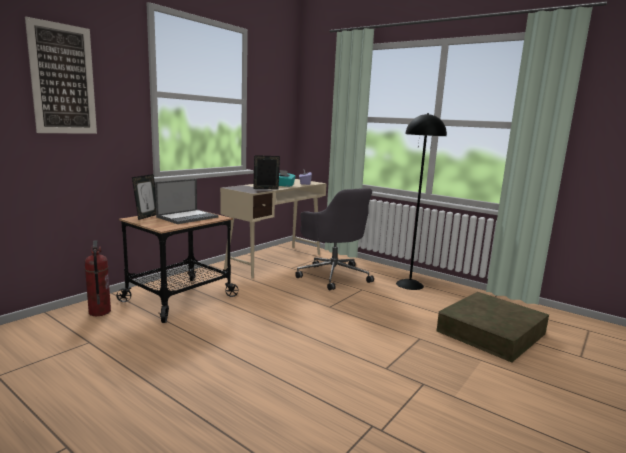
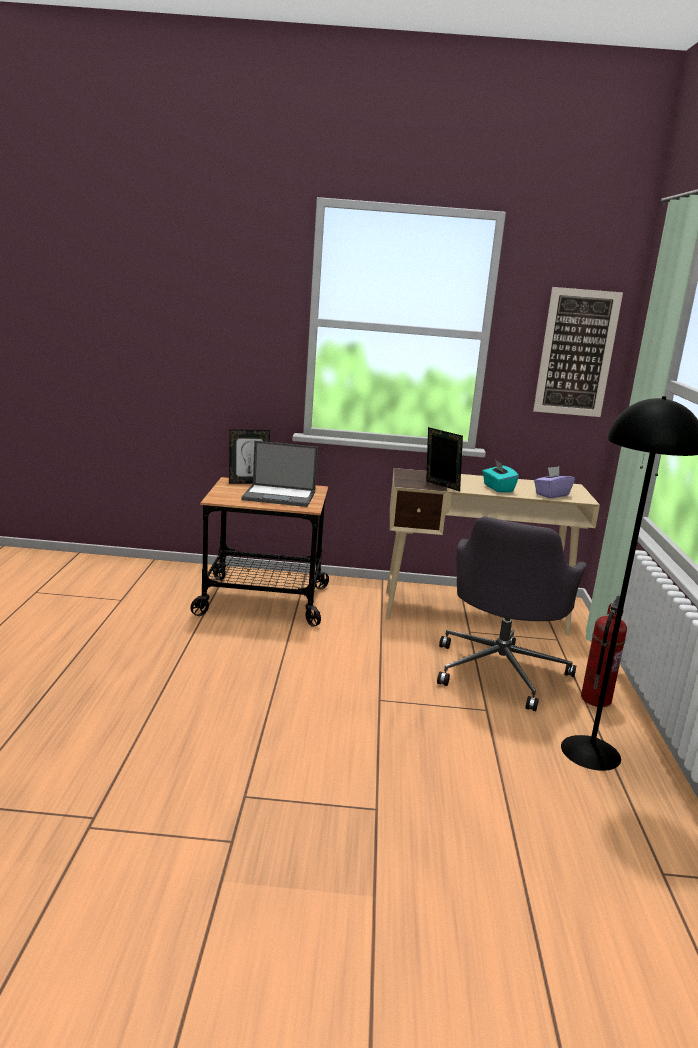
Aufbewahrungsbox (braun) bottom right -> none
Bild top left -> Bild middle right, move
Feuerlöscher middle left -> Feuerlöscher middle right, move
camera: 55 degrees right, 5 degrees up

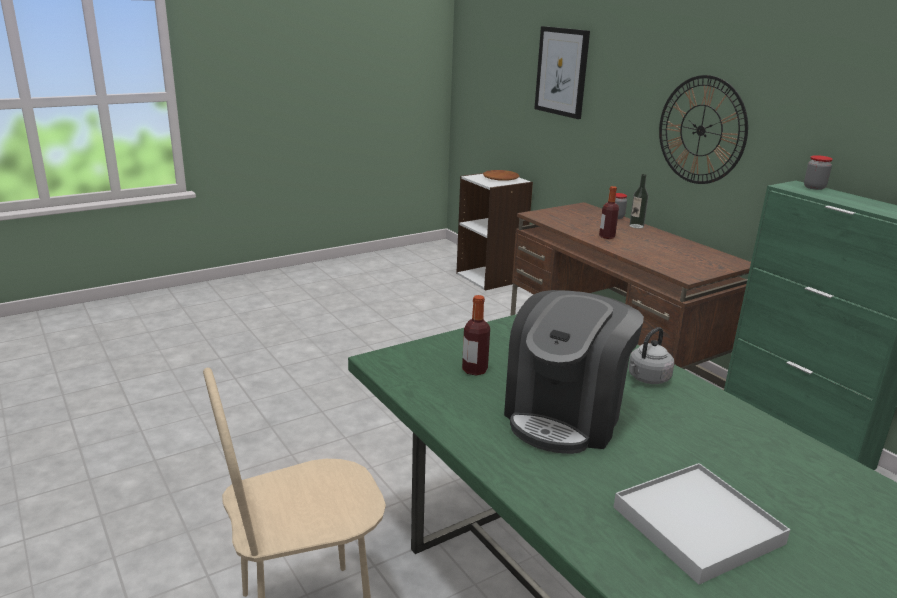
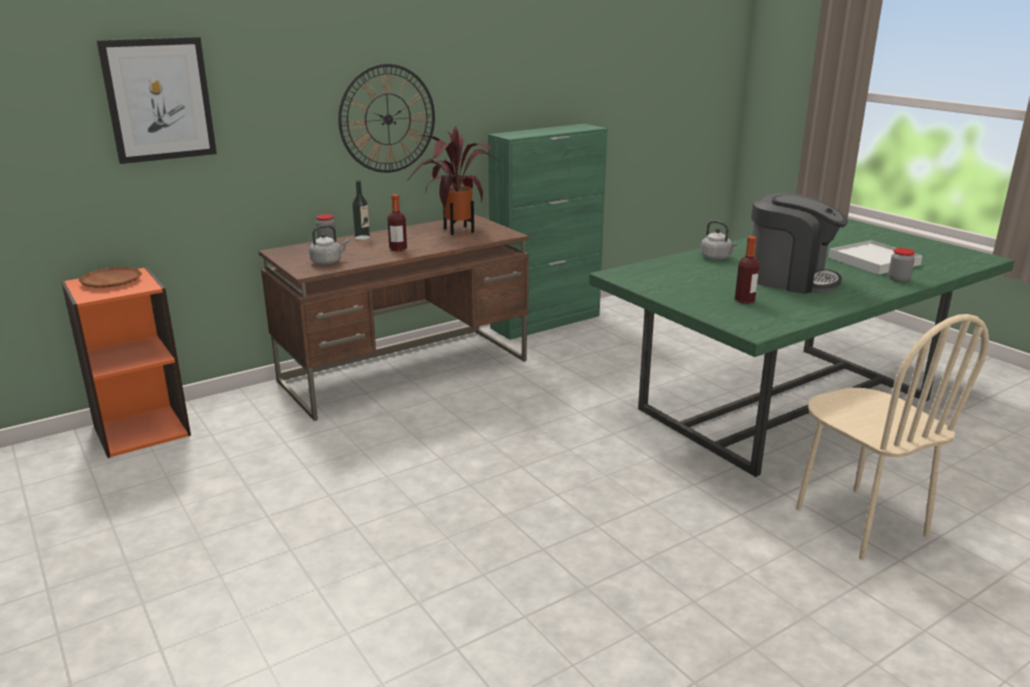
none -> Wasserkessel (grau) (1st from left) middle left
none -> Topfpflanze top centre
Vorratsglas (2nd from left) top right -> Vorratsglas (2nd from left) middle right, move
Bücherregal (weiß) centre -> Bücherregal (orange) middle left
camera: 90 degrees left, 0 degrees up

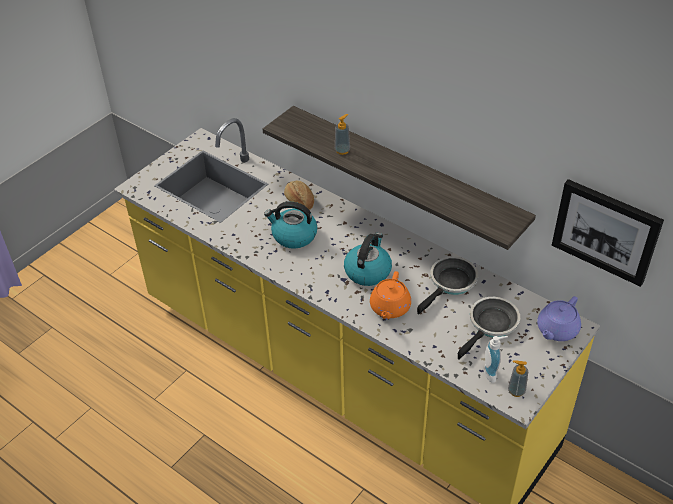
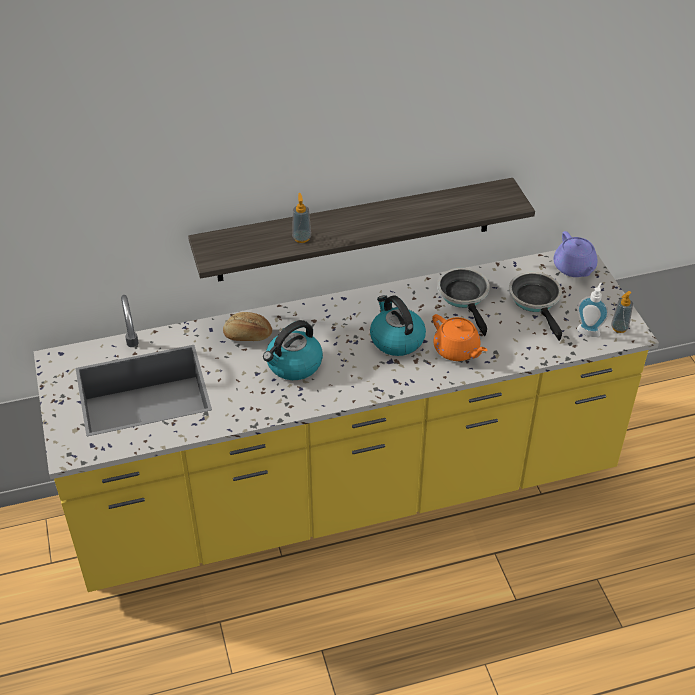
Bild middle right -> none
camera: 55 degrees left, 0 degrees up

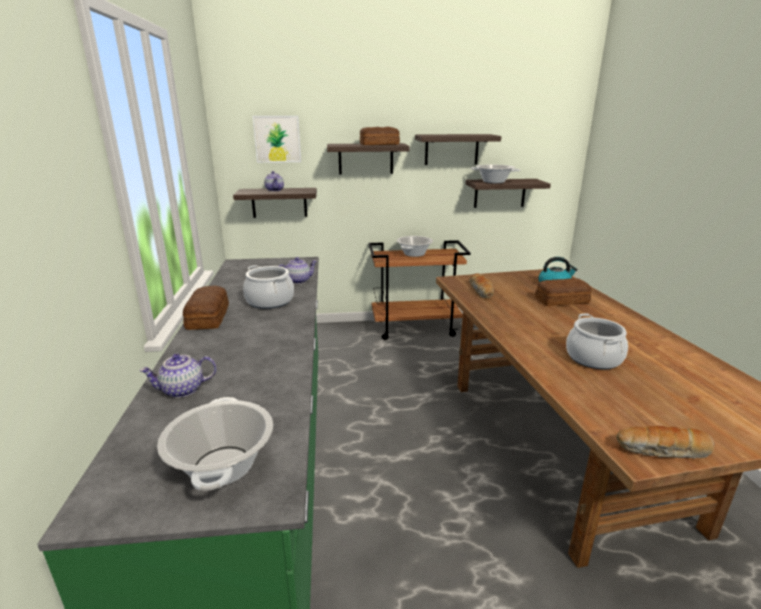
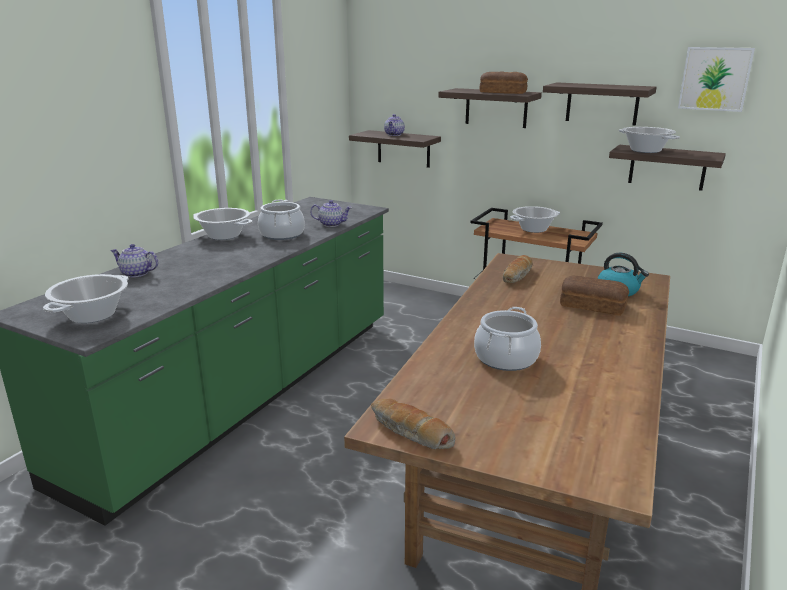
Bild top centre -> Bild top right, move
Brot (1st from left) middle left -> Kochtopf (2nd from left) middle left
camera: 35 degrees right, 0 degrees up

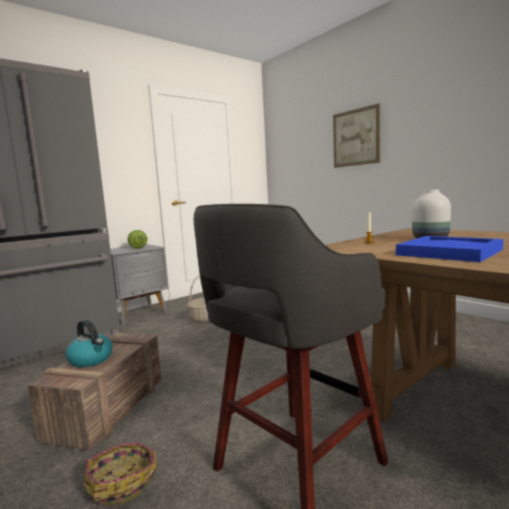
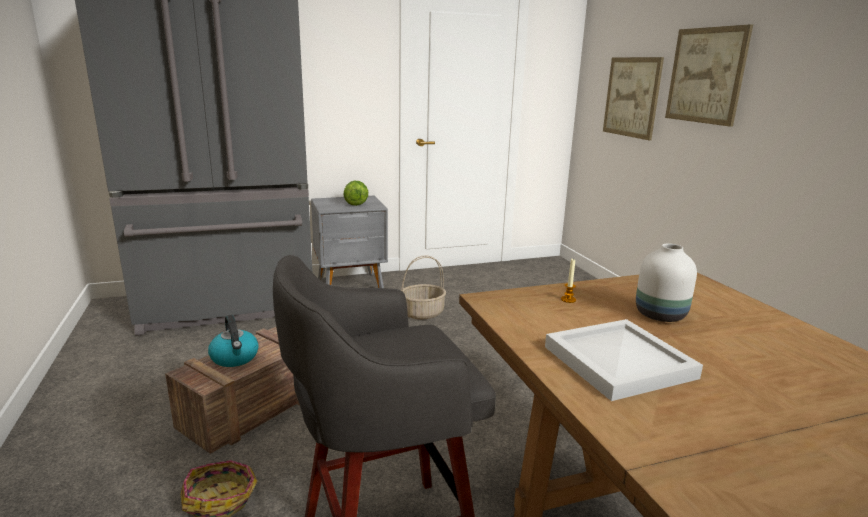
none -> Bild (1st from left) top right
Tablett (blau) middle right -> Tablett (weiß) bottom right
camera: 20 degrees right, 10 degrees up

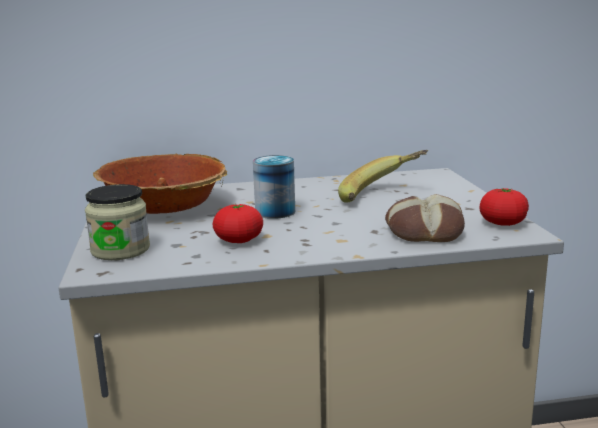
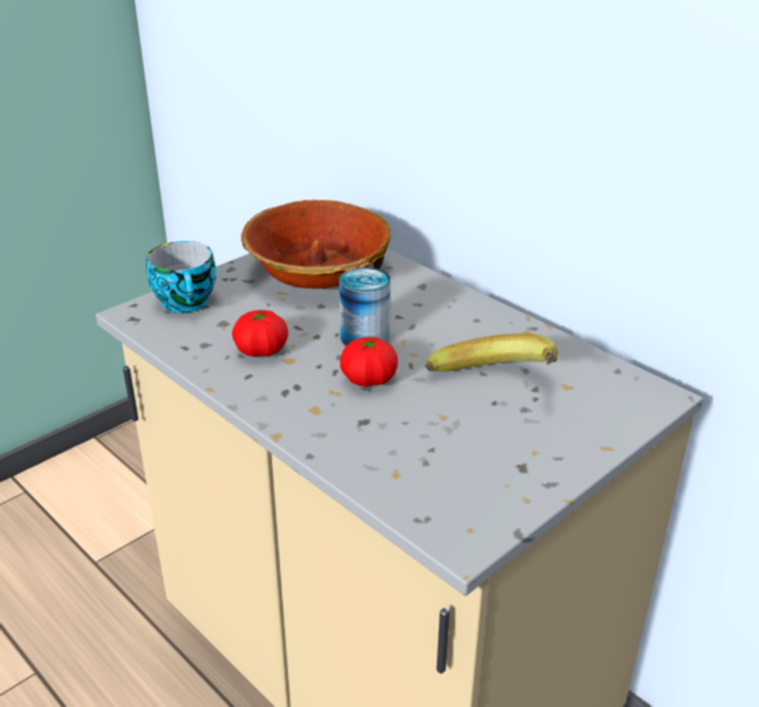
Brot middle right -> none
Tomate (2nd from left) middle right -> Tomate (2nd from left) centre, move
Vorratsglas middle left -> Tasse middle left
camera: 55 degrees right, 15 degrees up

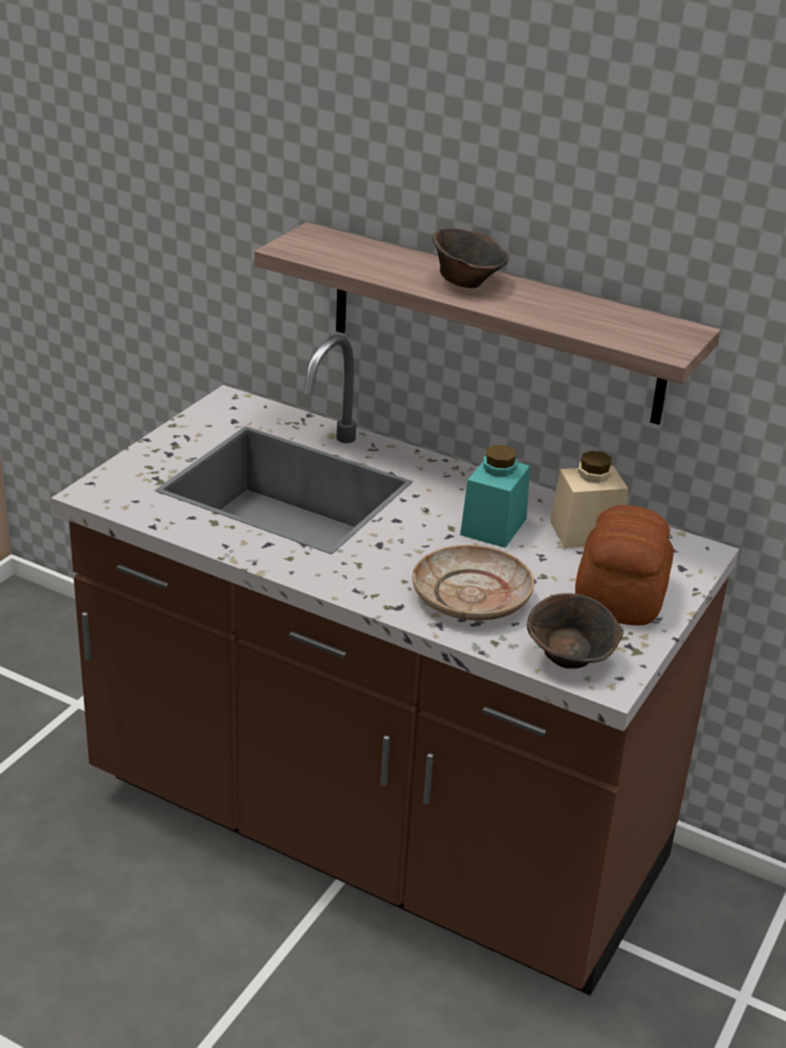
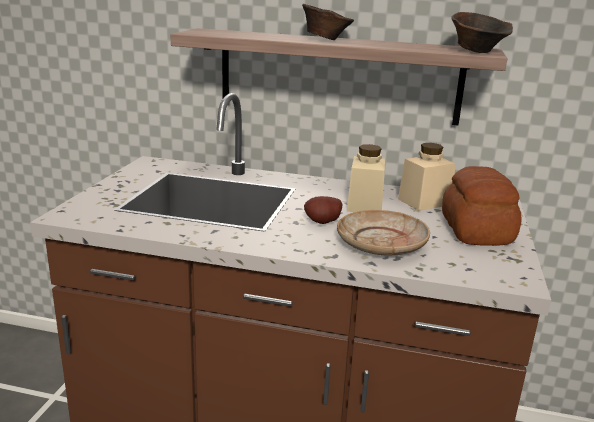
none -> Kartoffel centre
Schüssel (braun) (2nd from left) middle right -> Schüssel (braun) (2nd from left) top right, move
Vorratsglas (türkis) centre -> Vorratsglas (beige) (1st from left) centre
camera: 15 degrees left, 10 degrees down

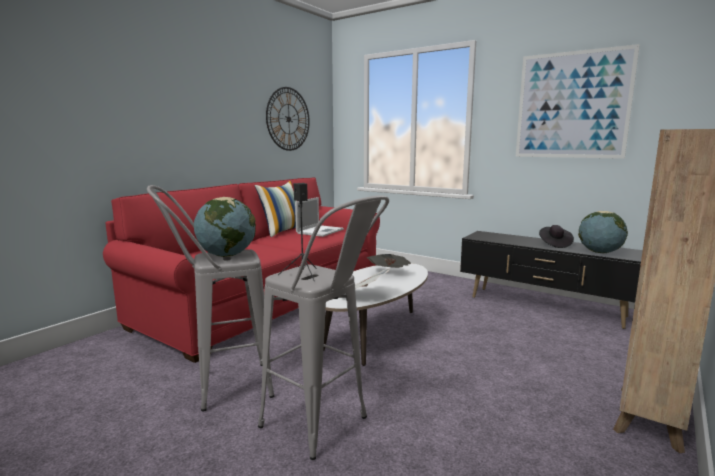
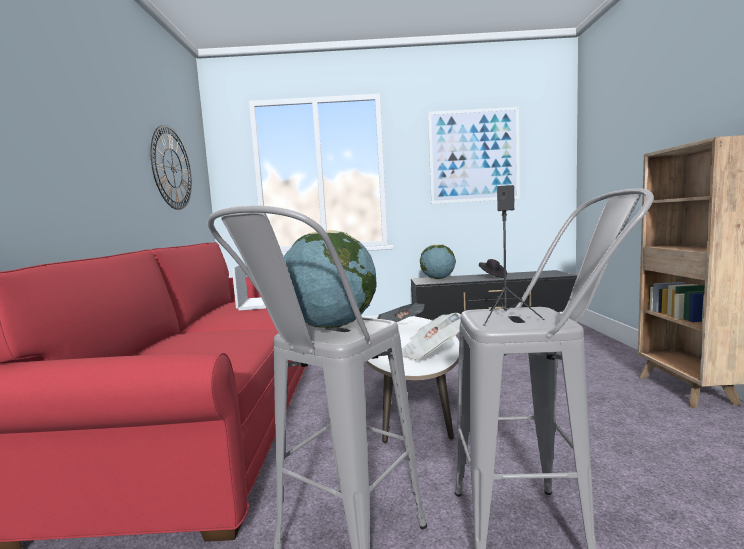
Kissen centre -> none
Globus (2nd from left) middle right -> Globus (2nd from left) centre, move
camera: 35 degrees left, 5 degrees down

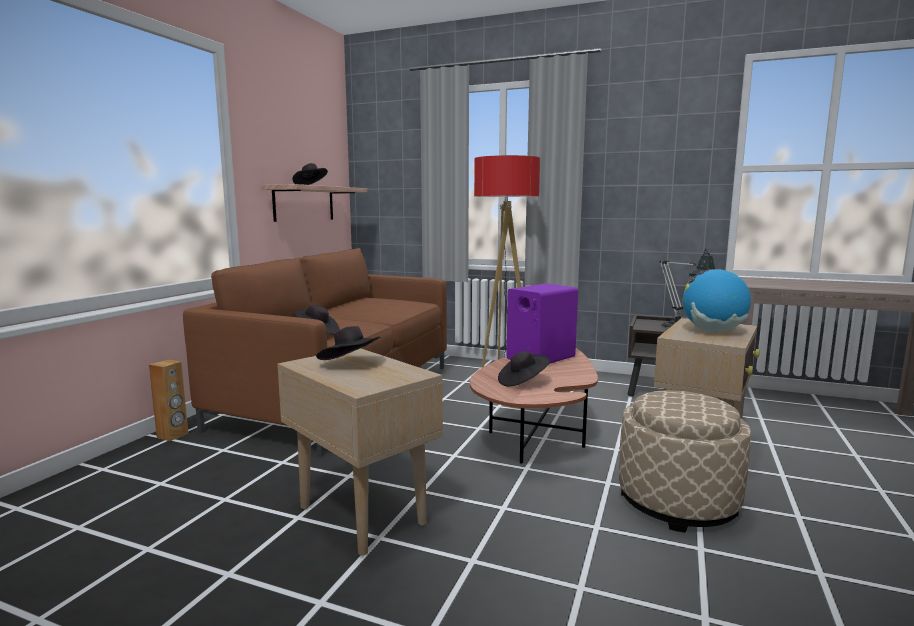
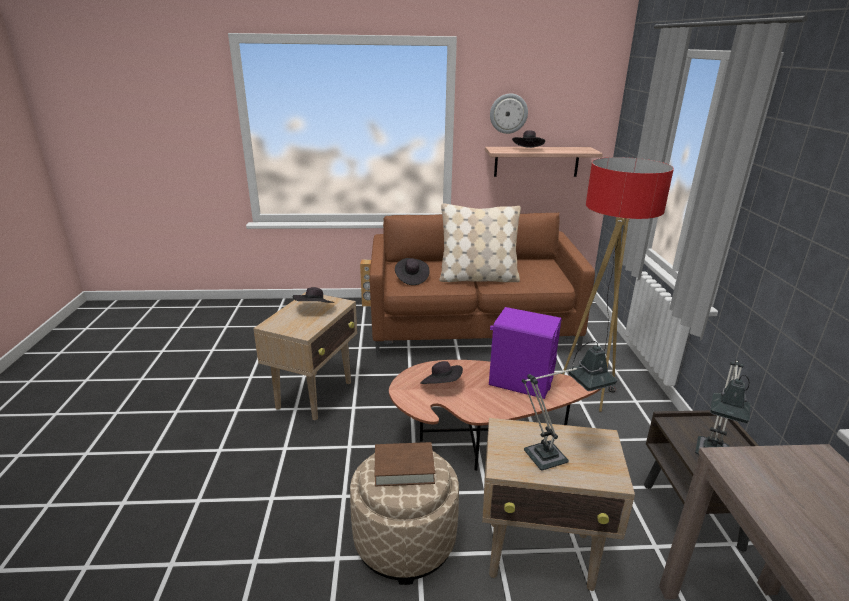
none -> Buch (braun) bottom centre
none -> Kissen (beige) centre
none -> Wanduhr top centre
Globus middle right -> Tischlampe (1st from left) bottom right
camera: 65 degrees right, 15 degrees up

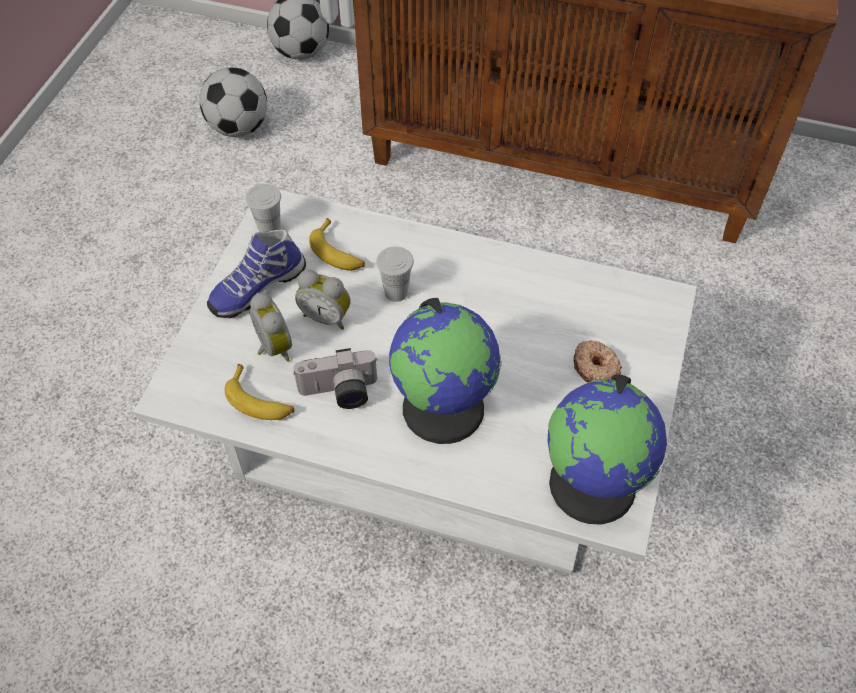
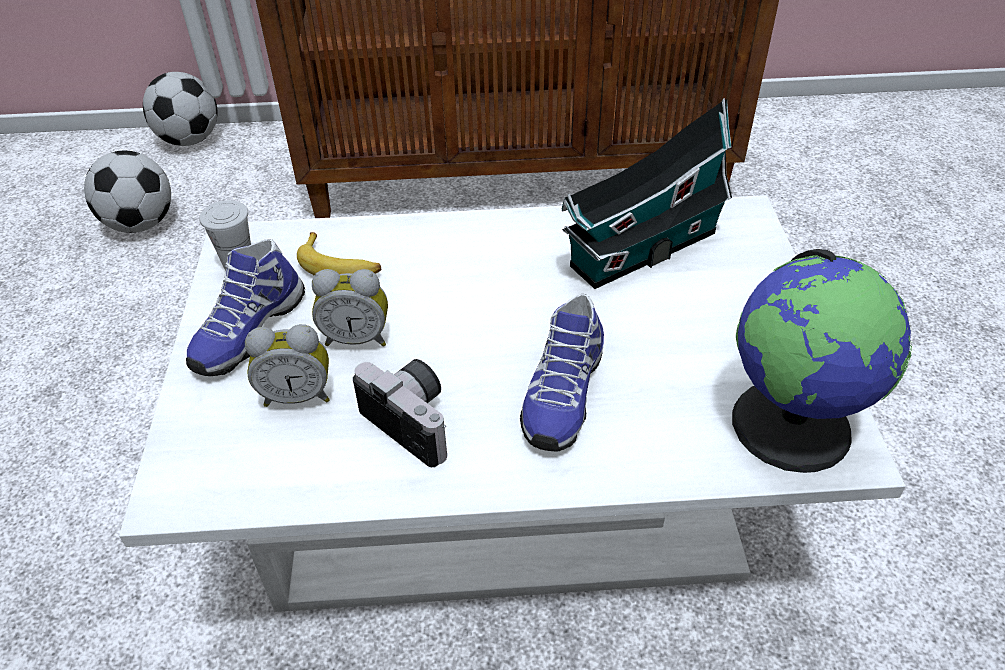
Banane (1st from left) middle left -> none
Tasse (weiß) (2nd from left) centre -> none
Donut middle right -> none
none -> Spielzeughaus top centre
Globus (1st from left) centre -> Schuh (2nd from left) centre
Wecker (1st from left) middle left, 135 degrees clockwise
Kamera centre, 105 degrees counterclockwise
camera: 20 degrees left, 10 degrees down

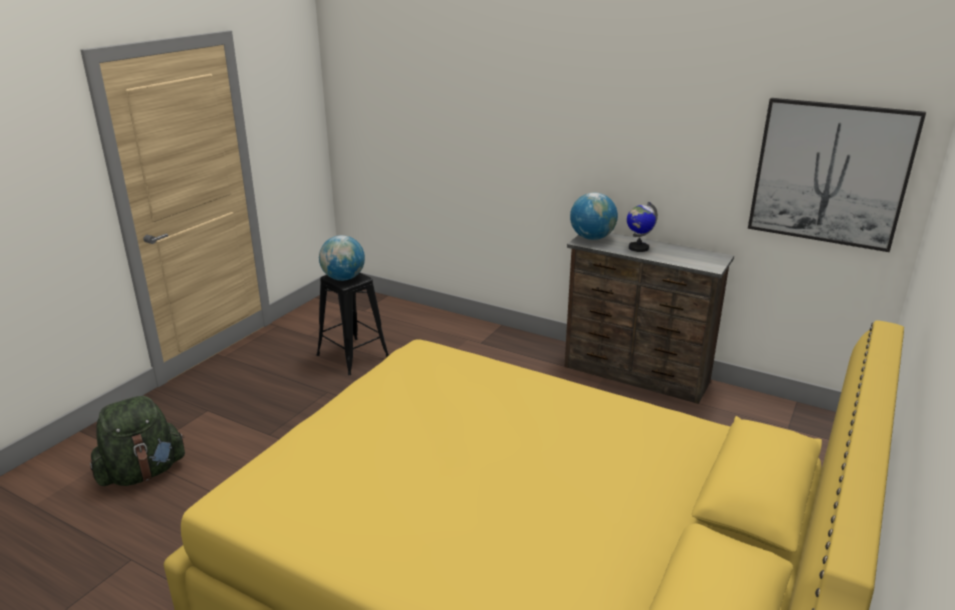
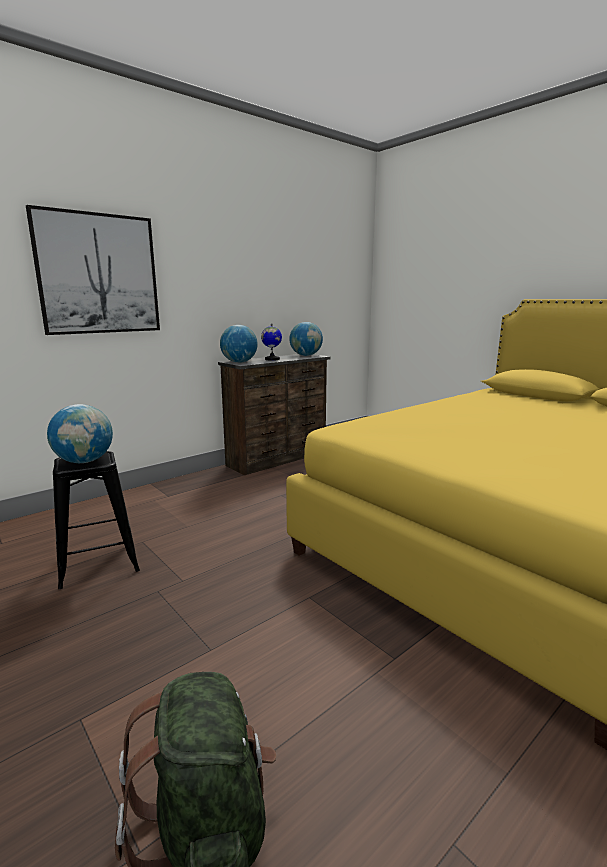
none -> Globus (4th from left) centre
Bild top right -> Bild top left, move
camera: 70 degrees left, 10 degrees down

